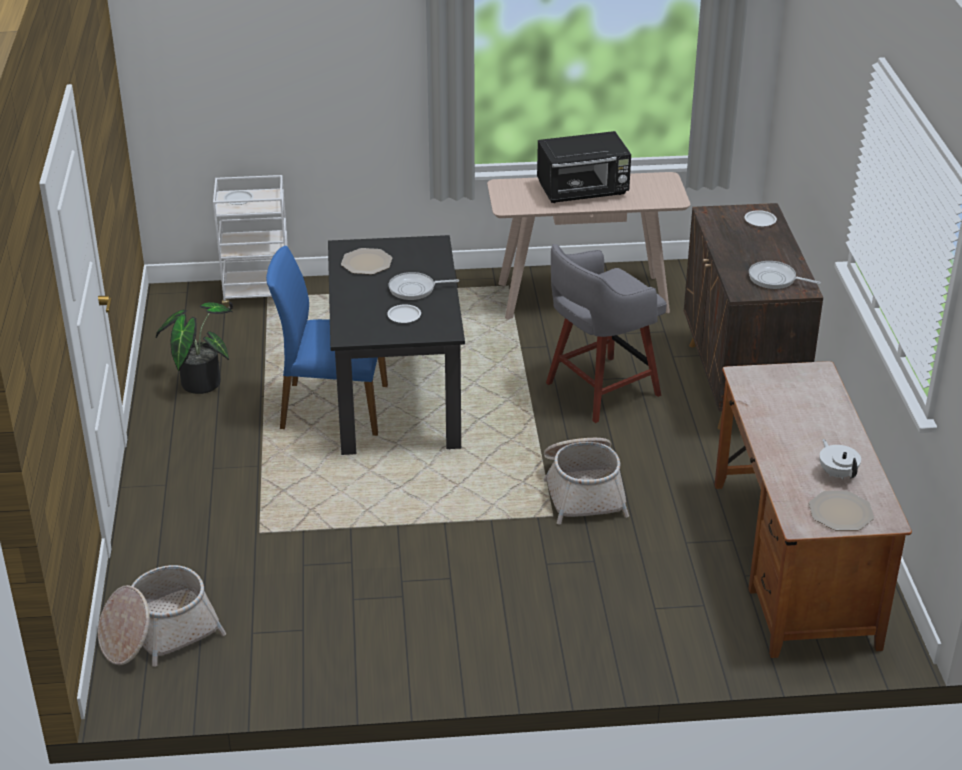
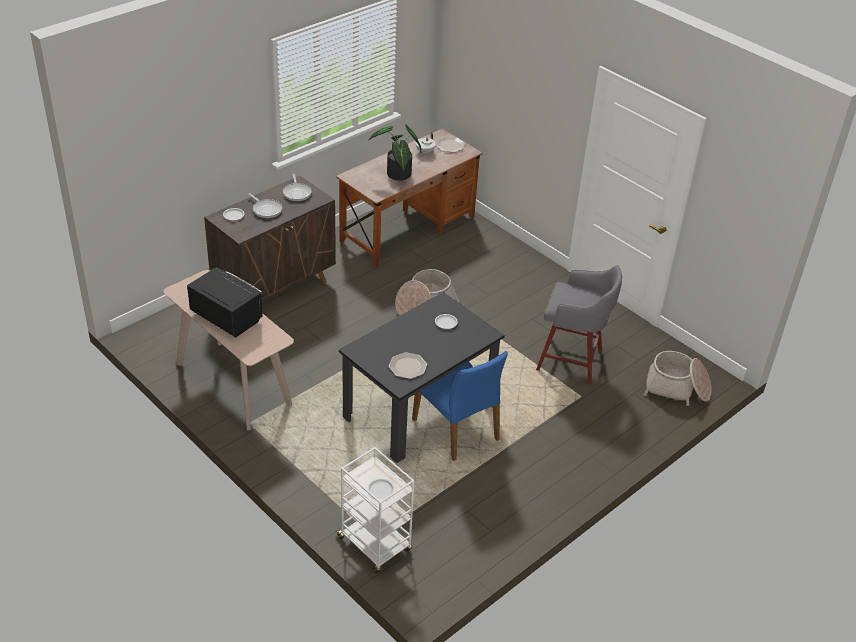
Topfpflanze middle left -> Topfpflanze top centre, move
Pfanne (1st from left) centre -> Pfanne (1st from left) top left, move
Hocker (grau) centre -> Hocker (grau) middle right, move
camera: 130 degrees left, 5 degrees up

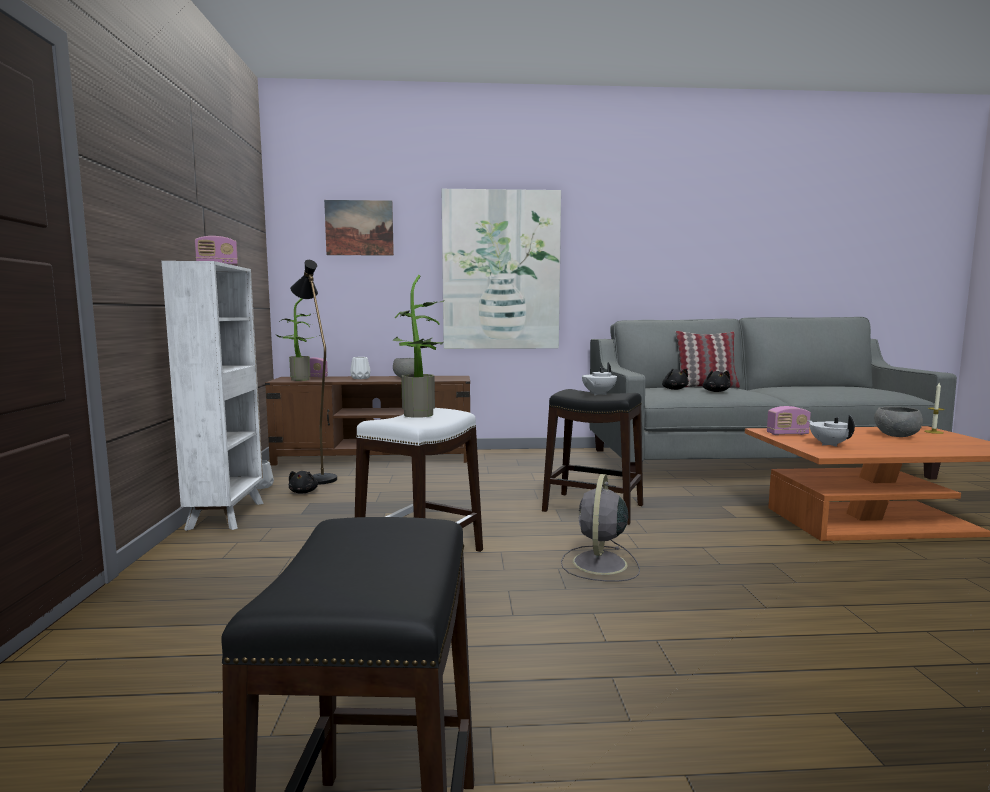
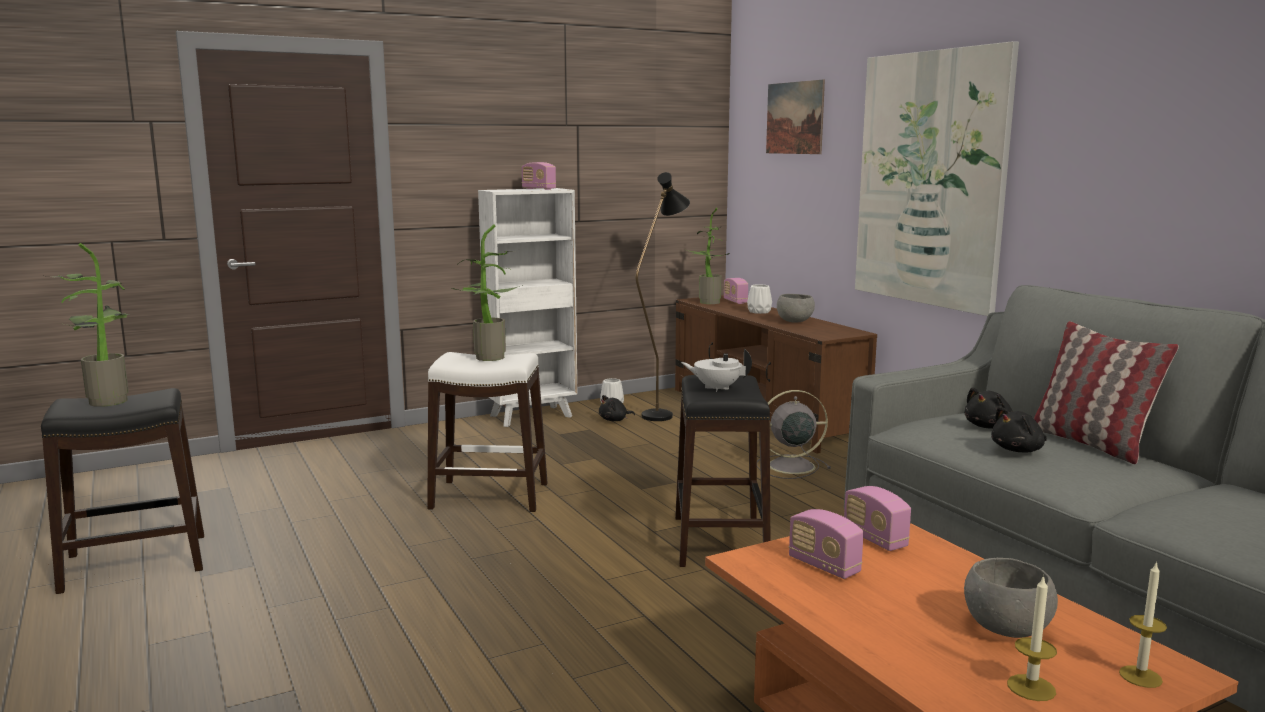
none -> Topfpflanze (1st from left) middle left
none -> Kerze (1st from left) bottom right
Ventilator (grau) bottom centre -> Ventilator (grau) centre, move
Teekanne (weiß) (2nd from left) middle right -> Radio (3rd from left) bottom centre
camera: 65 degrees right, 5 degrees up

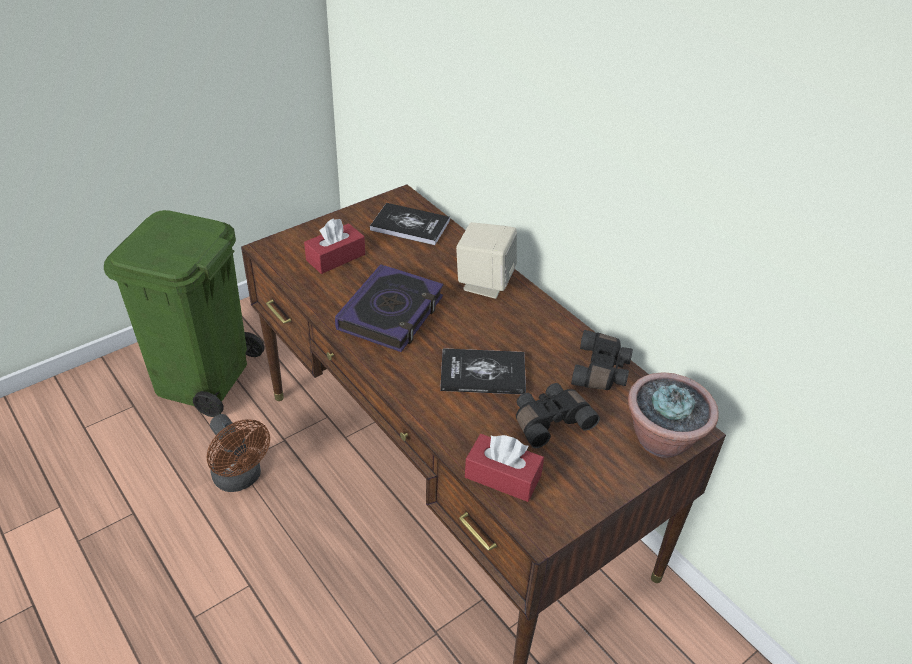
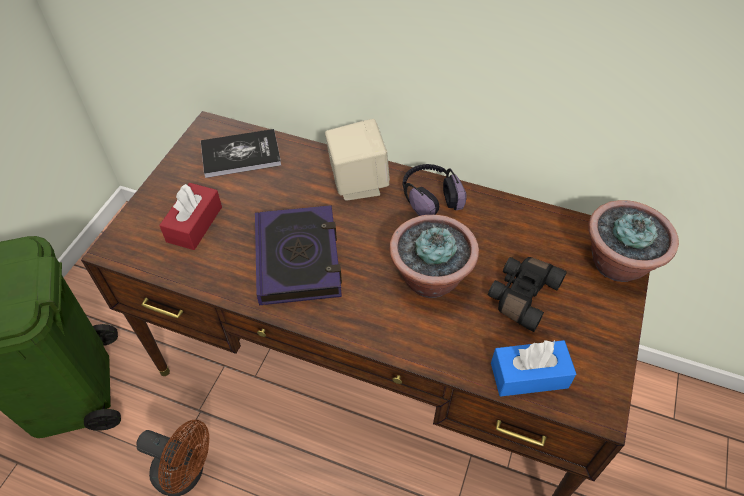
Fernglas (schwarz) (2nd from left) centre -> none
none -> Kopfhörer centre
Buch (3rd from left) centre -> Topfpflanze (1st from left) centre
Taschentuchbox (rot) (2nd from left) bottom centre -> Taschentuchbox (blau) bottom right
camera: 30 degrees left, 10 degrees up

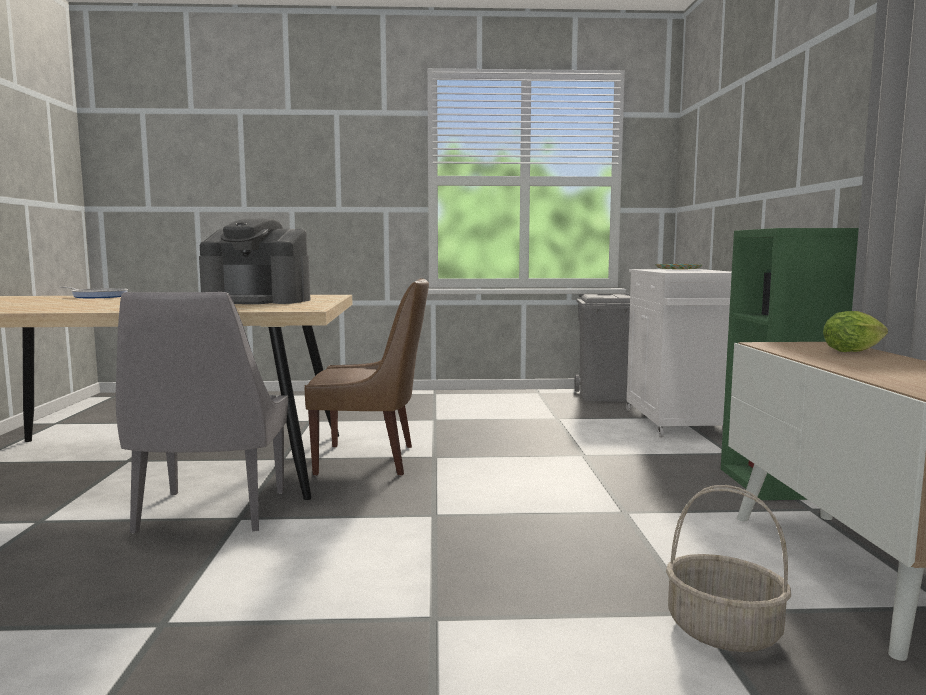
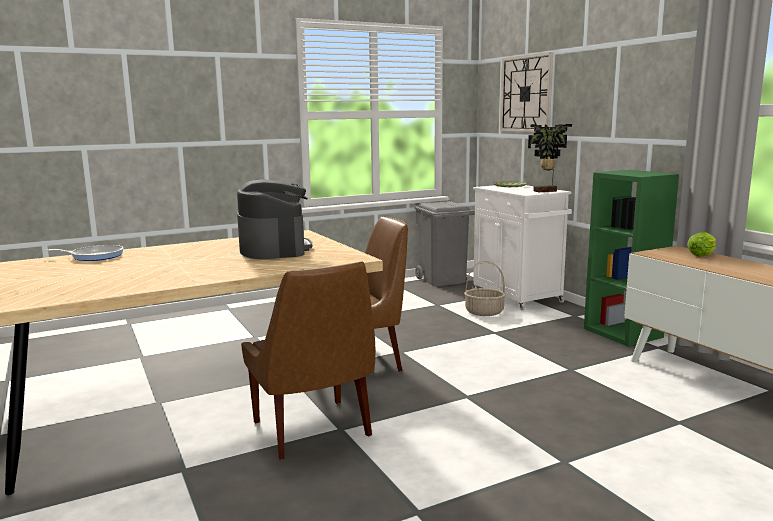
none -> Wanduhr top right
none -> Topfpflanze top right
Korb bottom right -> Korb centre, move
Stuhl (grau) middle left -> Stuhl (braun) (1st from left) bottom centre
Kaffeemaschine middle left -> Kaffeemaschine centre, 90 degrees counterclockwise
camera: 25 degrees left, 5 degrees up

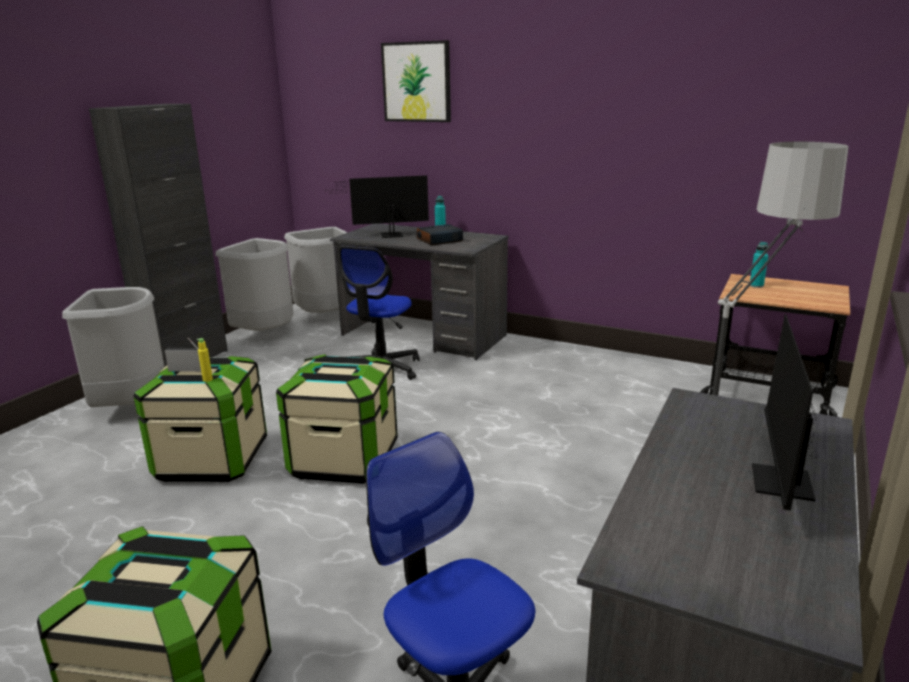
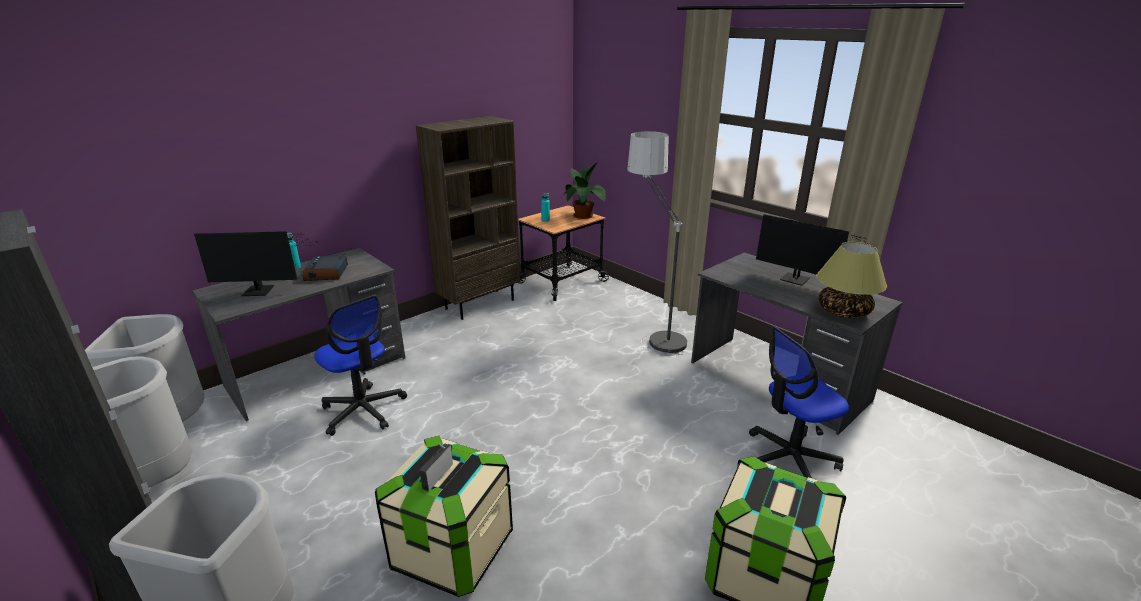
Flasche (gelb) middle left -> none
Aufbewahrungsbox (3rd from left) centre -> none
Bild top centre -> none
none -> Bücherregal (braun) centre
none -> Topfpflanze top centre
none -> Tischlampe middle right
Monitor (1st from left) top centre -> Monitor (1st from left) middle left, 105 degrees counterclockwise
camera: 70 degrees left, 5 degrees up

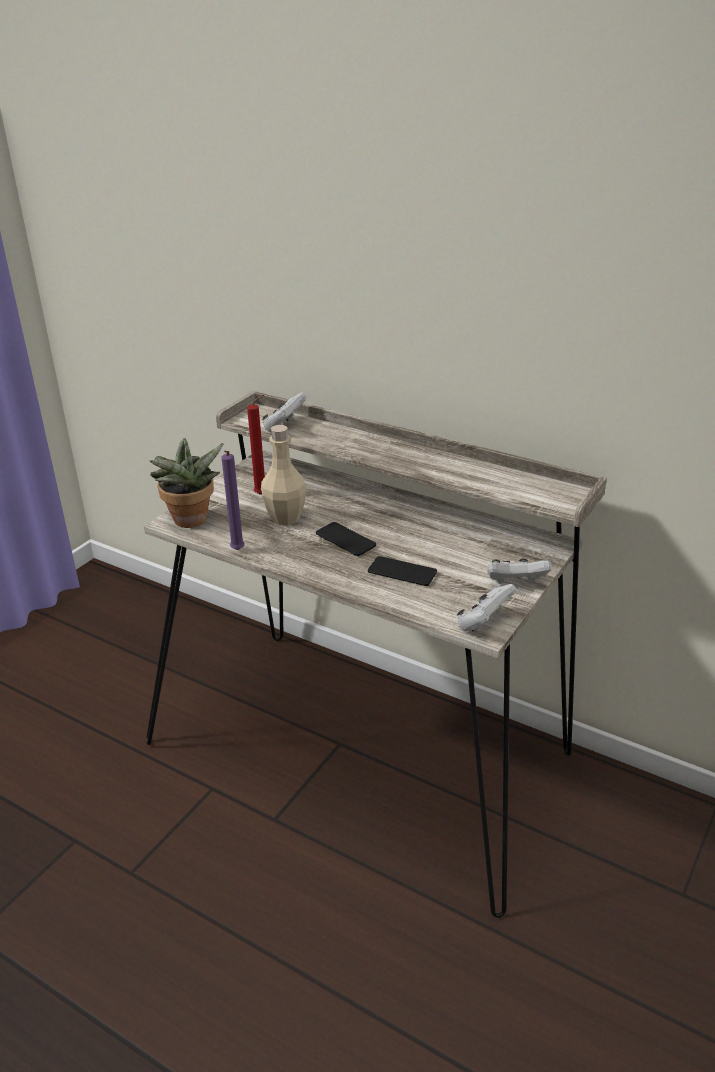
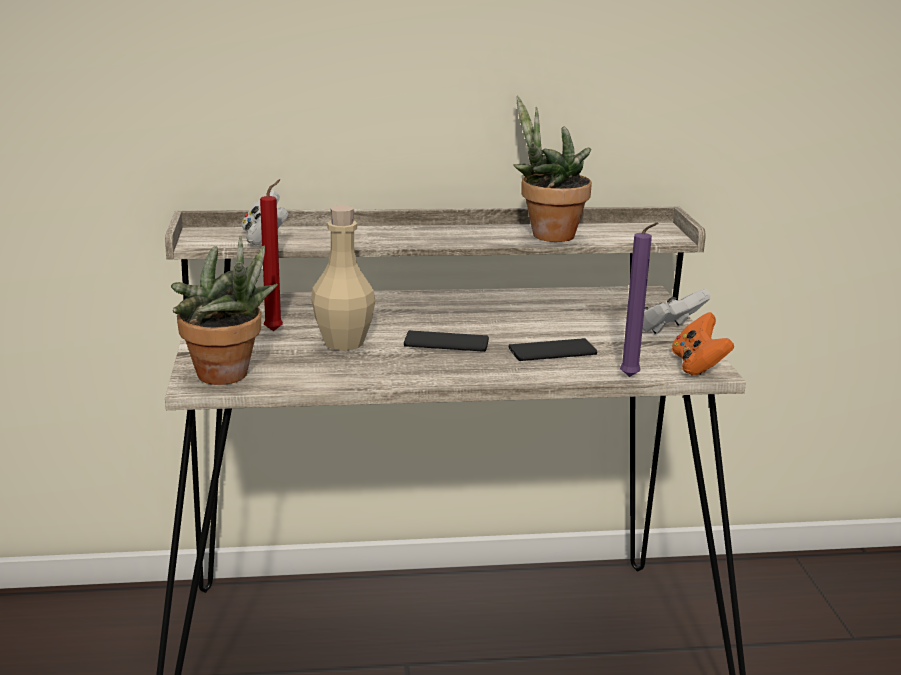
none -> Topfpflanze (2nd from left) top centre
Kerze (lila) middle left -> Kerze (lila) middle right, move
Gamepad (weiß) (2nd from left) middle right -> Gamepad (orange) middle right
camera: 40 degrees left, 10 degrees down

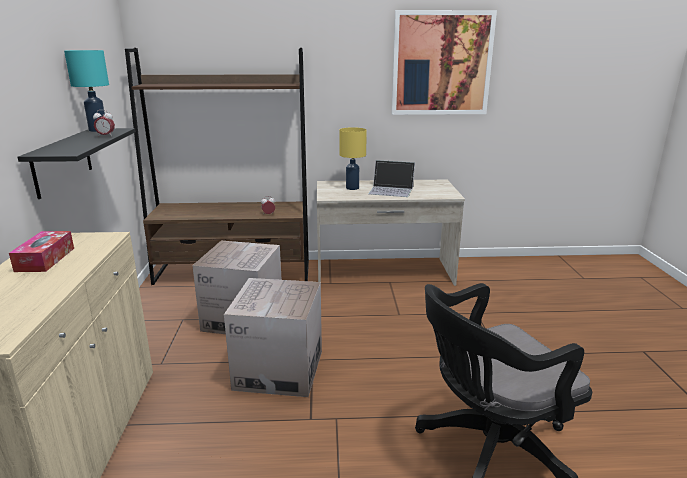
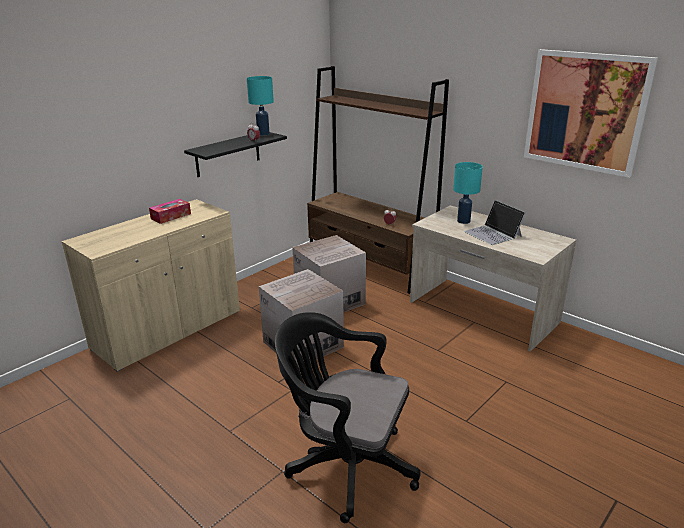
Tischlampe (gelb) top centre -> Tischlampe (türkis) (2nd from left) middle right
camera: 45 degrees right, 5 degrees up

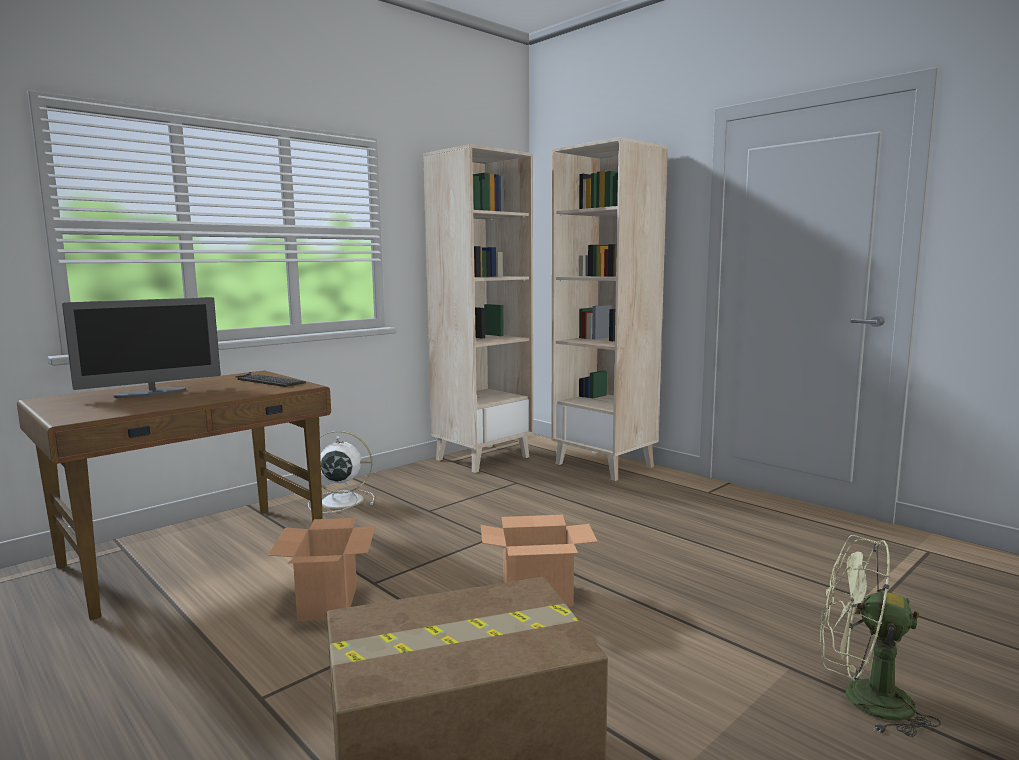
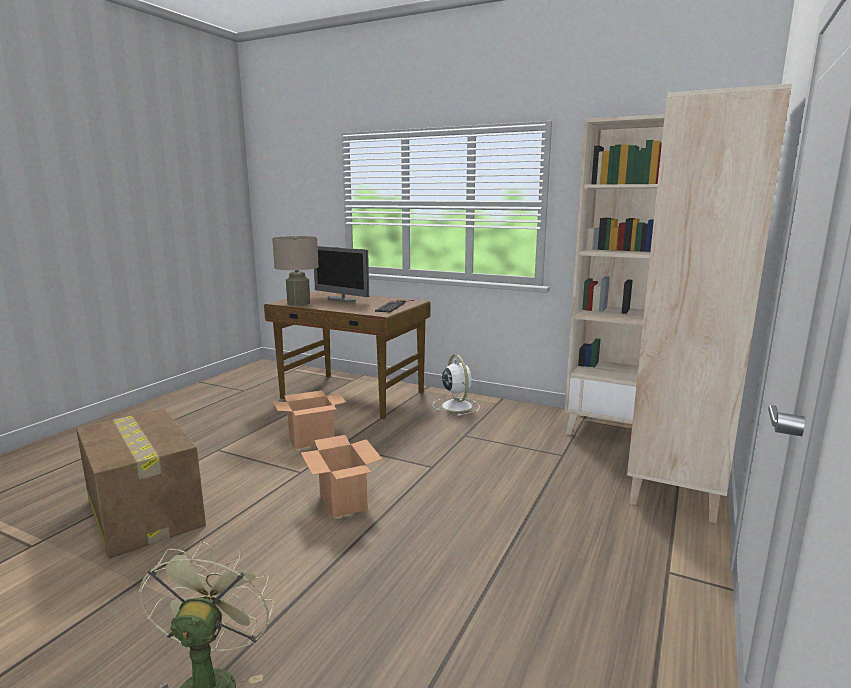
none -> Tischlampe (beige) centre
camera: 70 degrees right, 5 degrees up

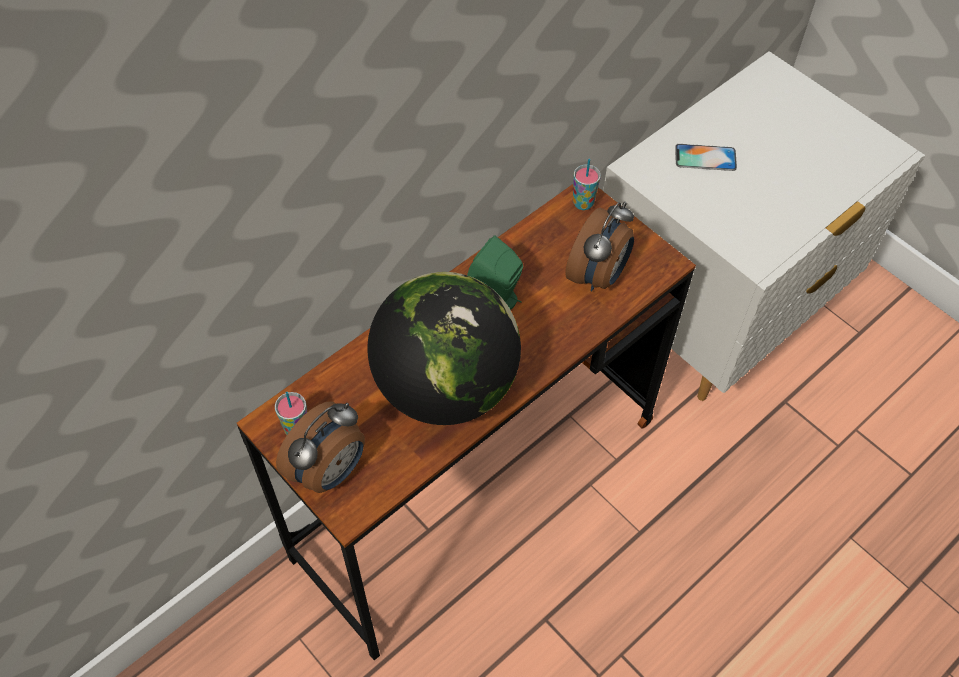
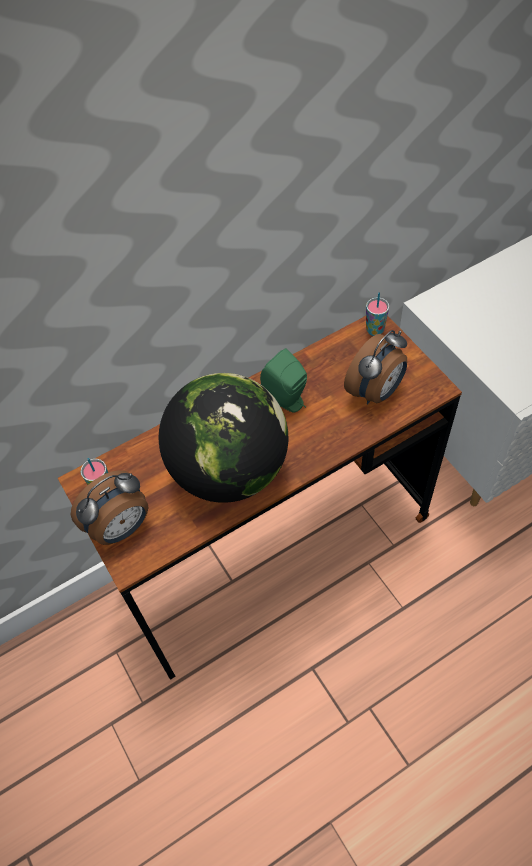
Handy top right -> none
camera: 15 degrees right, 0 degrees up

